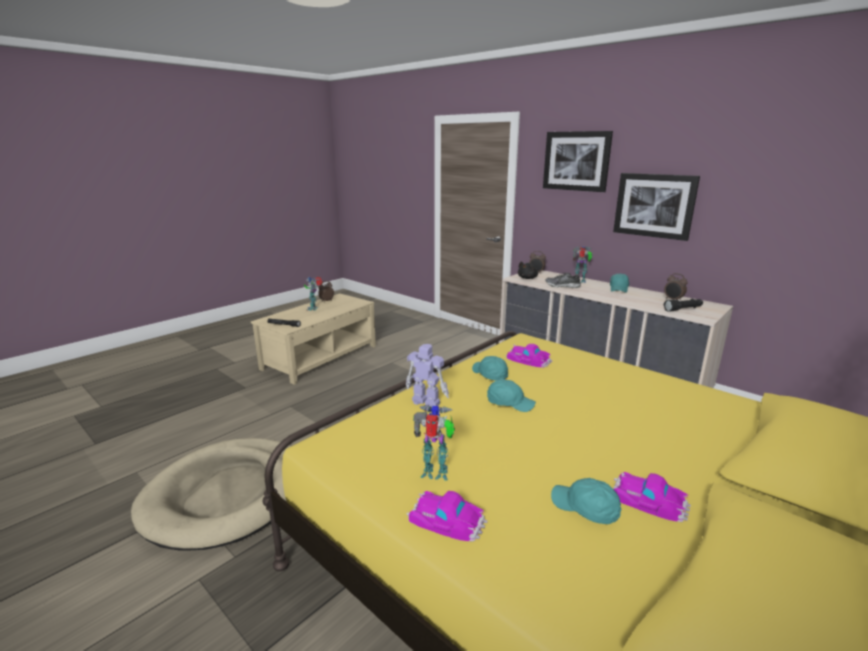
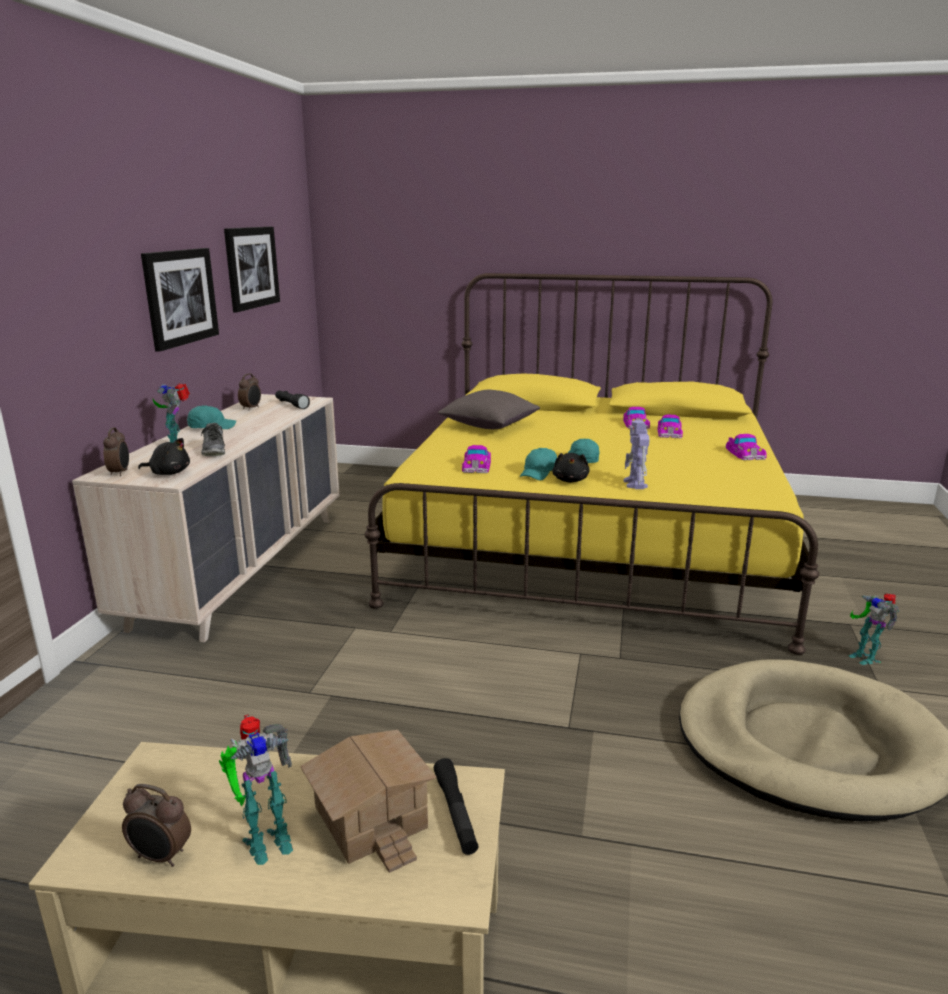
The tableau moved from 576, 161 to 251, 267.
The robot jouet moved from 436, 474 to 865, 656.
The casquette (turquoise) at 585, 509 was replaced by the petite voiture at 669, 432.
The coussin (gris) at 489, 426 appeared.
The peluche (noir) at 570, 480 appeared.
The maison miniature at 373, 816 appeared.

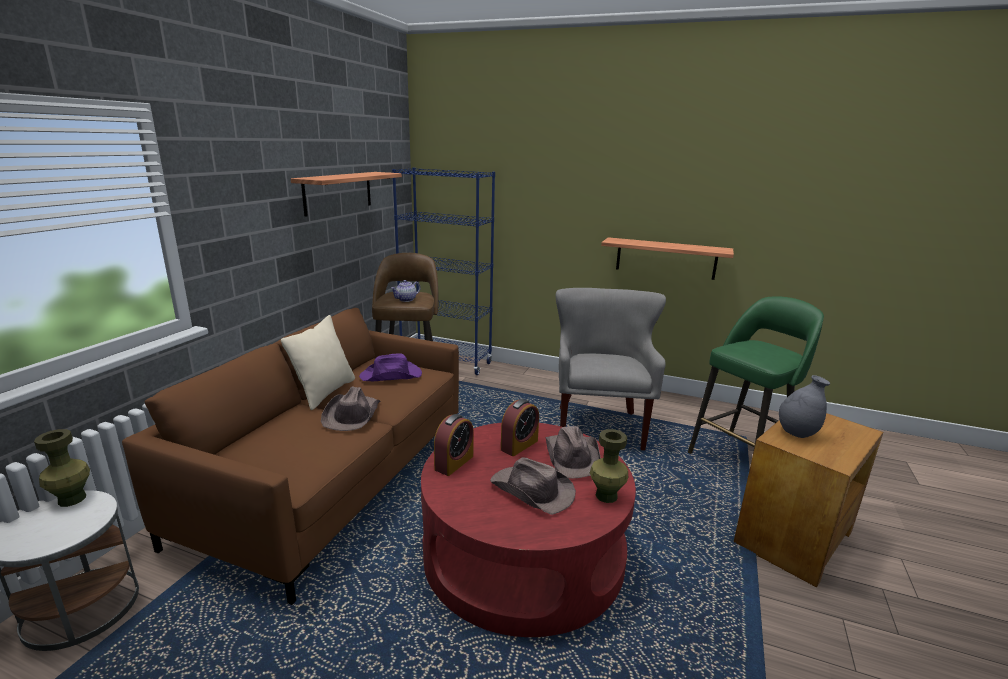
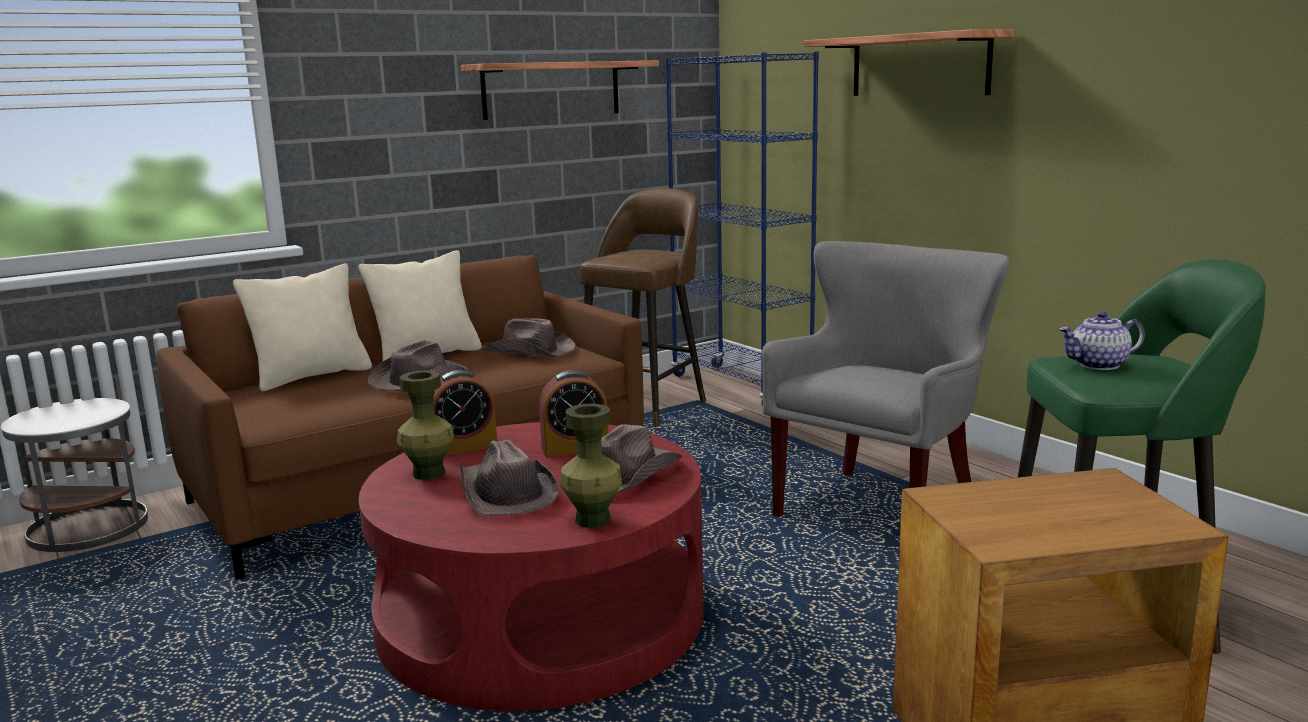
The étagère moved from 665, 258 to 919, 65.
The théière moved from 406, 299 to 1098, 365.
The chapeau (violet) at 391, 376 became the chapeau (marron) at 530, 351.
The vase (gris) at 797, 433 disappeared.
The vase (vert) moved from 72, 499 to 429, 473.
The coussin (beige) at 312, 376 appeared.

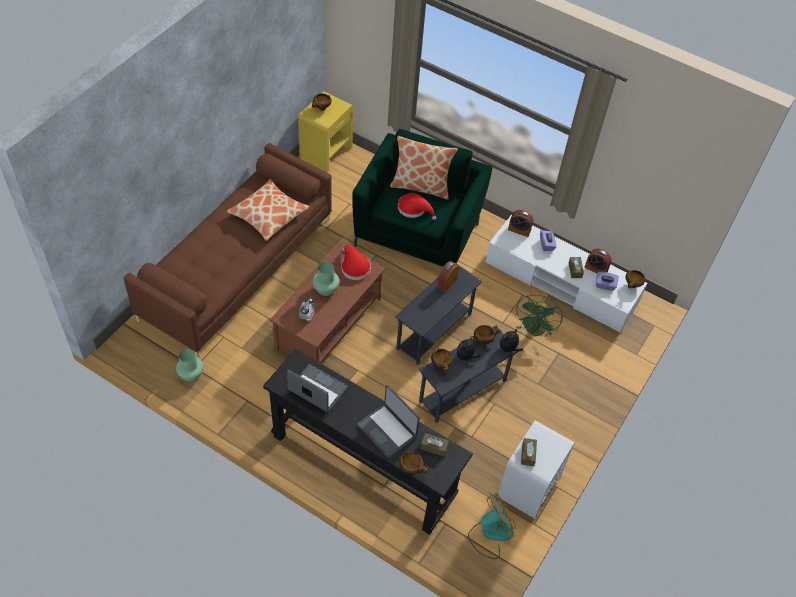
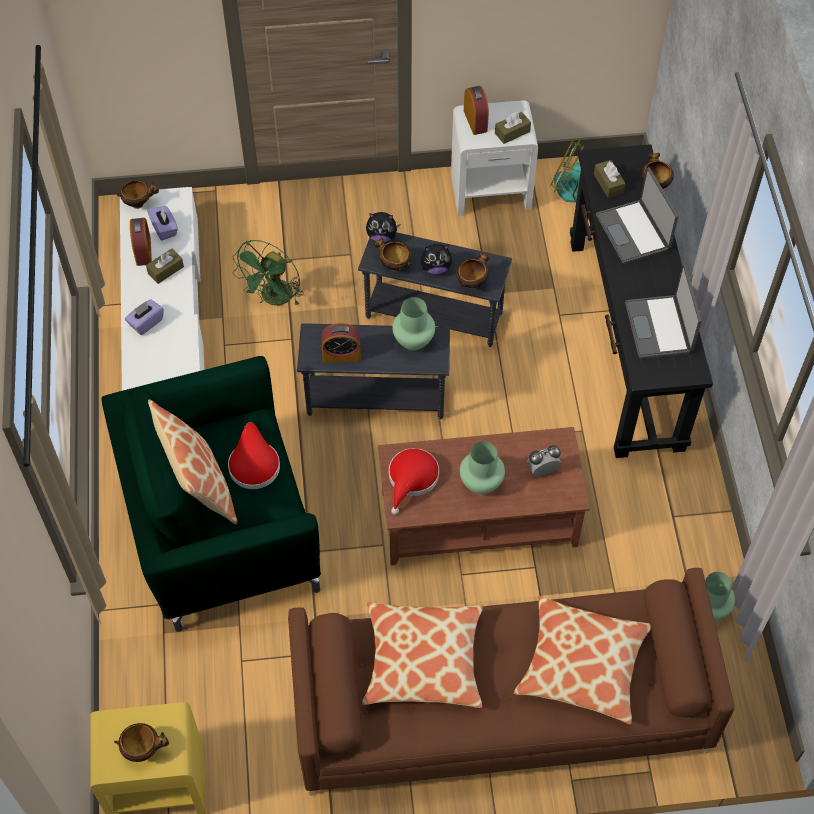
The réveil moved from 519, 230 to 475, 121.
The ventilateur (vert) at 535, 332 turned 135 degrees clockwise.
The ordinateur portable at 388, 430 turned 150 degrees clockwise.
The vase (vert) at 414, 340 appeared.
The coussin at 582, 665 appeared.

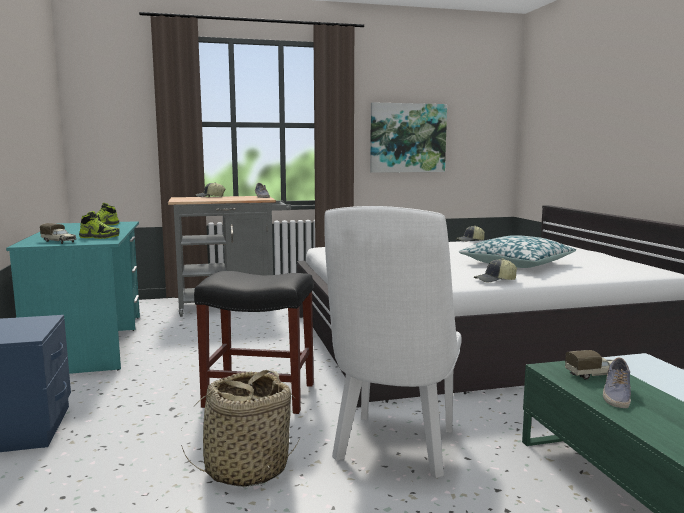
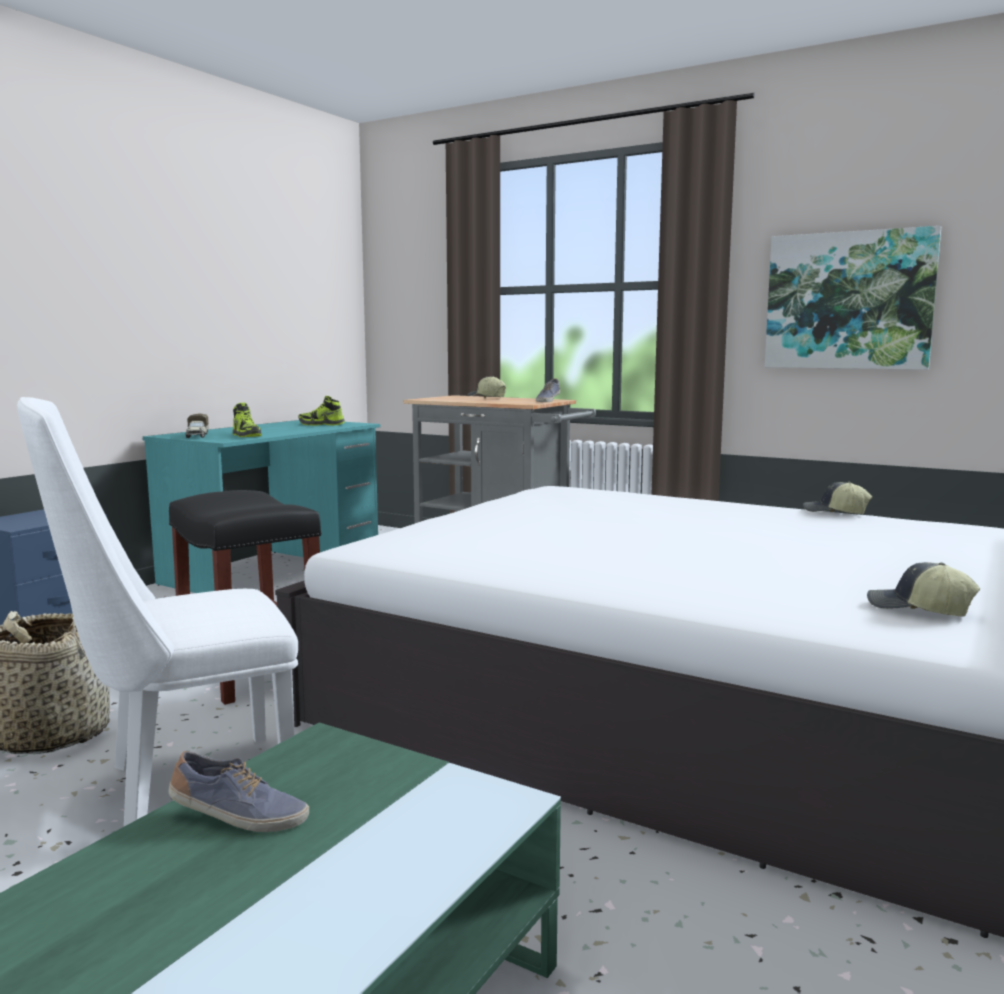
The coussin at 516, 264 disappeared.
The casquette moved from 495, 281 to 918, 610.
The camion jouet at 595, 375 disappeared.
The chaussure at 616, 395 turned 150 degrees counterclockwise.

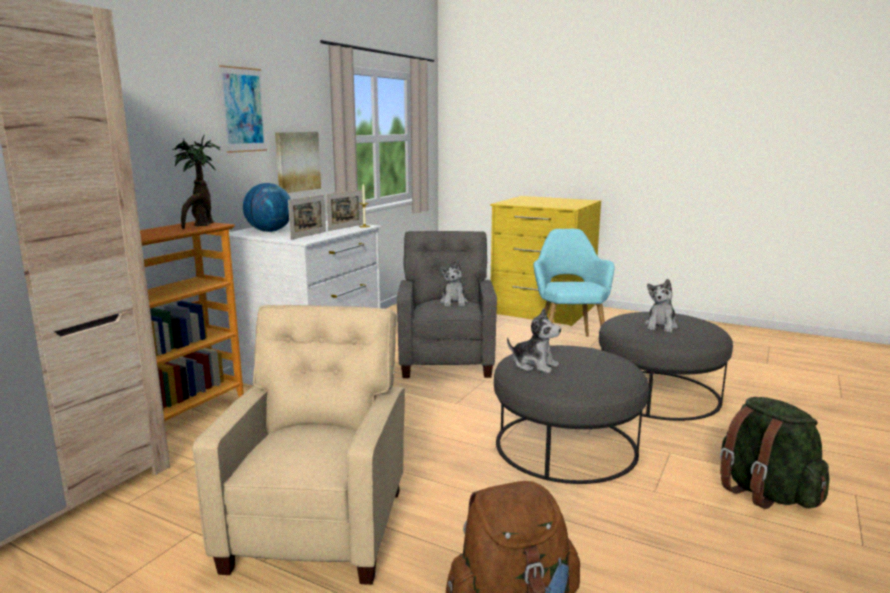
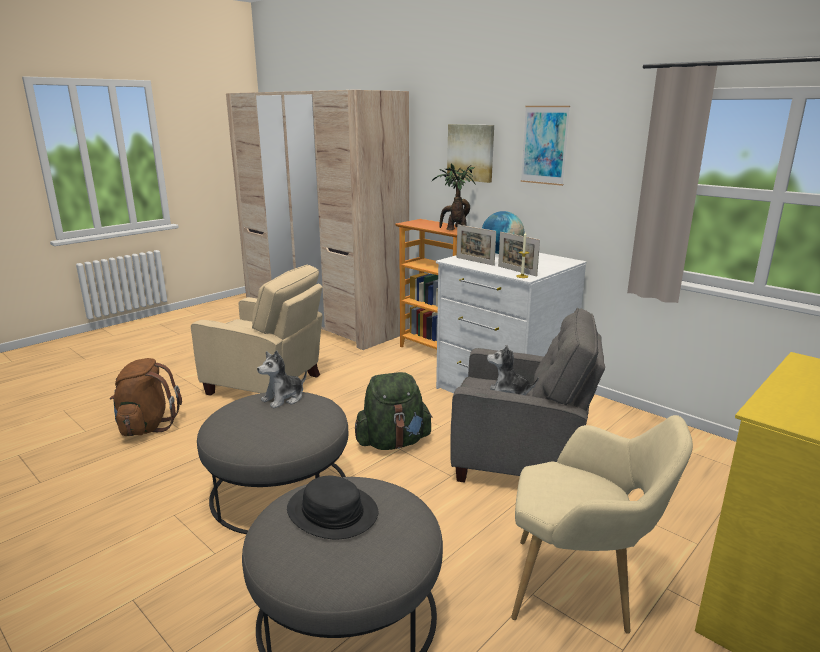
The tableau moved from 297, 161 to 471, 152.
The fauteuil (turquoise) at 568, 344 became the fauteuil (beige) at 580, 589.
The peluche at 661, 326 was replaced by the chapeau (noir) at 332, 512.
The sac à dos (vert) moved from 765, 493 to 393, 442.

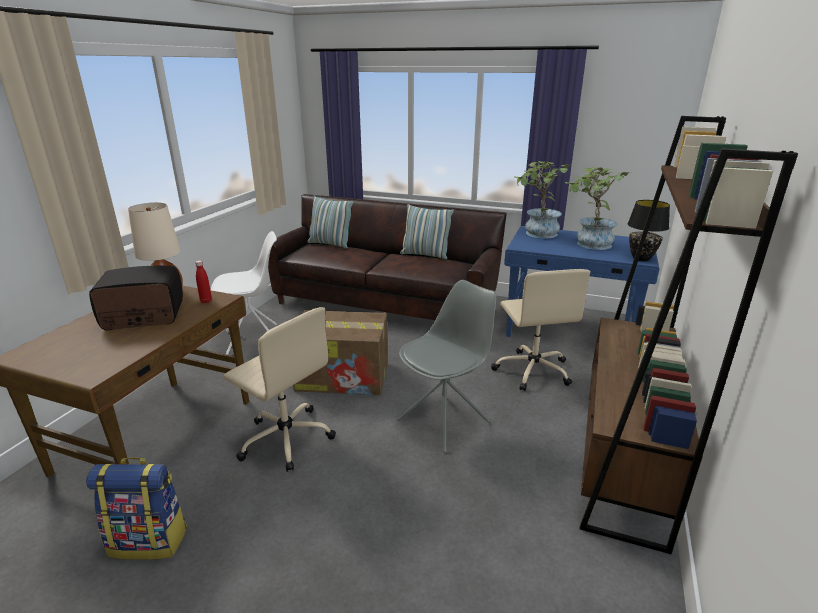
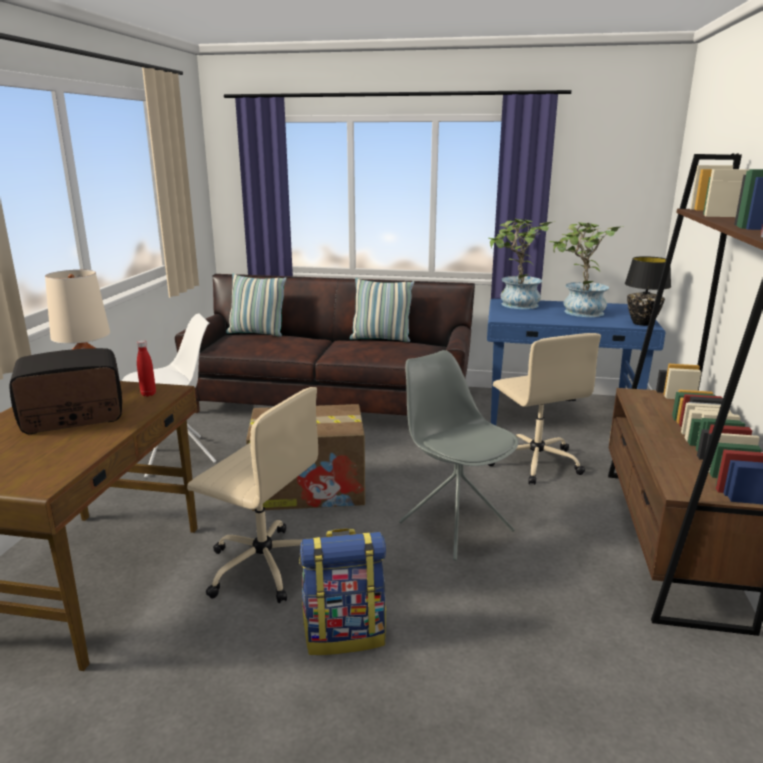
The chaise (gris) at 445, 421 turned 75 degrees counterclockwise.
The sac à dos moved from 150, 540 to 345, 634.

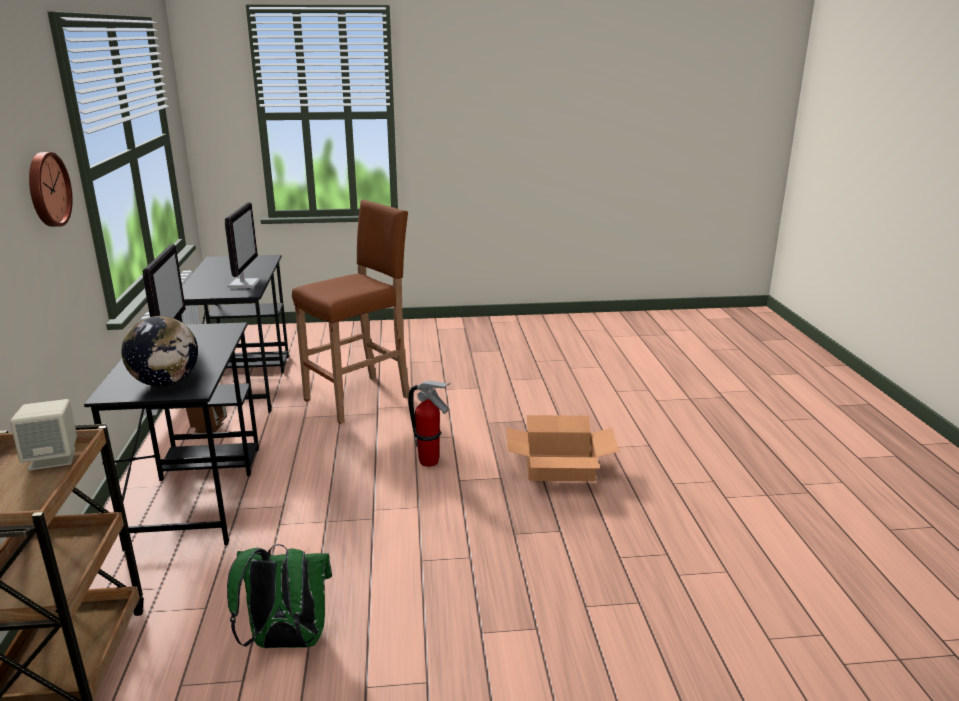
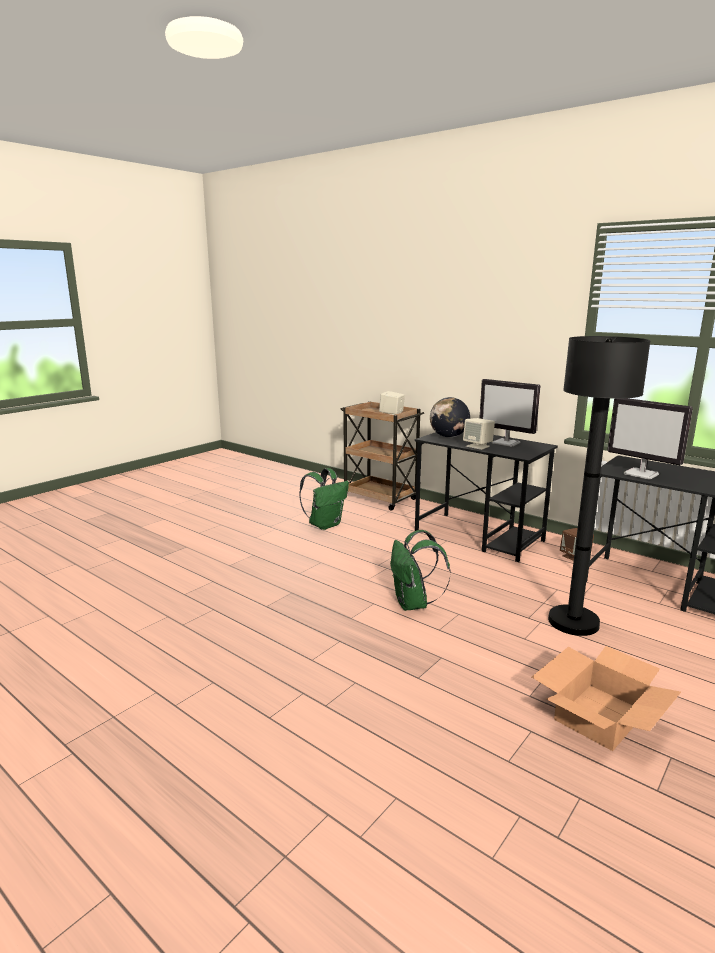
The horloge murale at 46, 189 disappeared.
The tabouret (marron) at 359, 398 was replaced by the lampadaire (noir) at 573, 622.
The extincteur at 429, 462 was replaced by the sac à dos (vert) at 413, 604.
The carton moved from 560, 467 to 599, 716.
The enceinte (beige) at 478, 446 appeared.

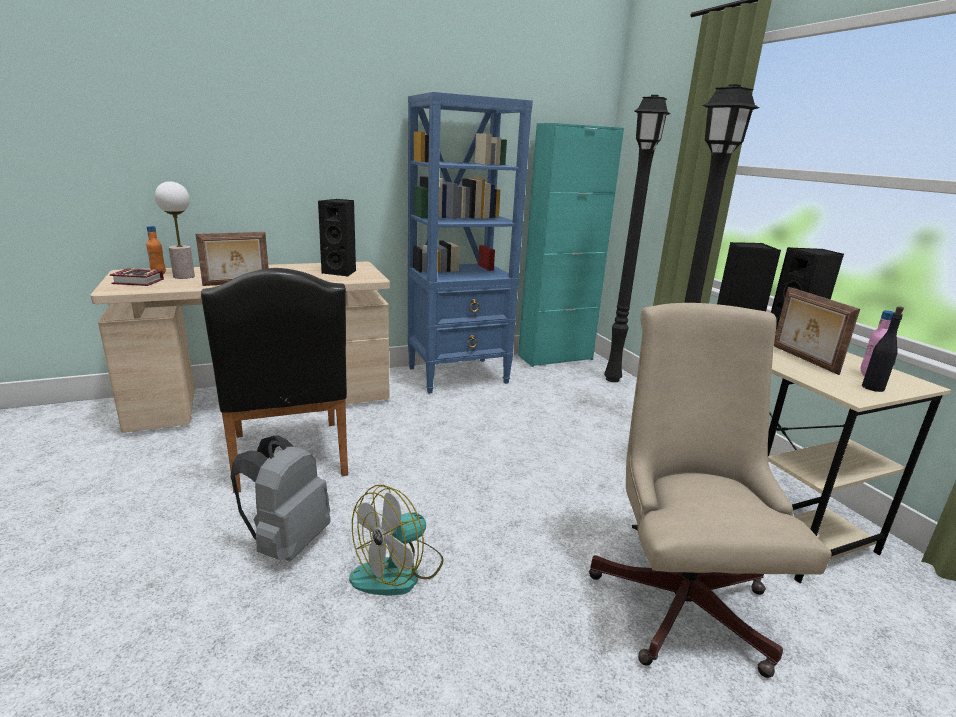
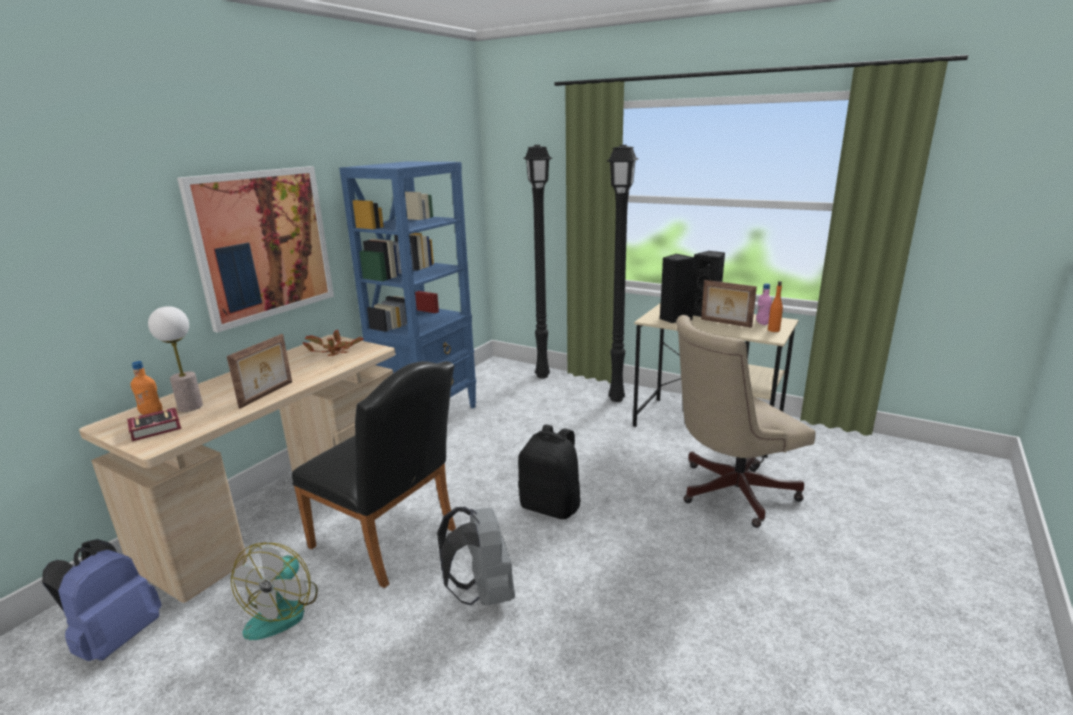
The meuble de rangement (turquoise) at 555, 357 disappeared.
The enceinte (noir) at 341, 272 was replaced by the plante en pot at 335, 352.
The chaise de bureau (beige) at 680, 595 turned 75 degrees counterclockwise.
The bouteille (noir) at 873, 388 became the bouteille (orange) at 773, 330.
The ventilateur moved from 399, 571 to 283, 610.
The tableau at 263, 244 appeared.
The sac à dos (noir) at 551, 506 appeared.
The sac à dos (bleu) at 116, 638 appeared.

